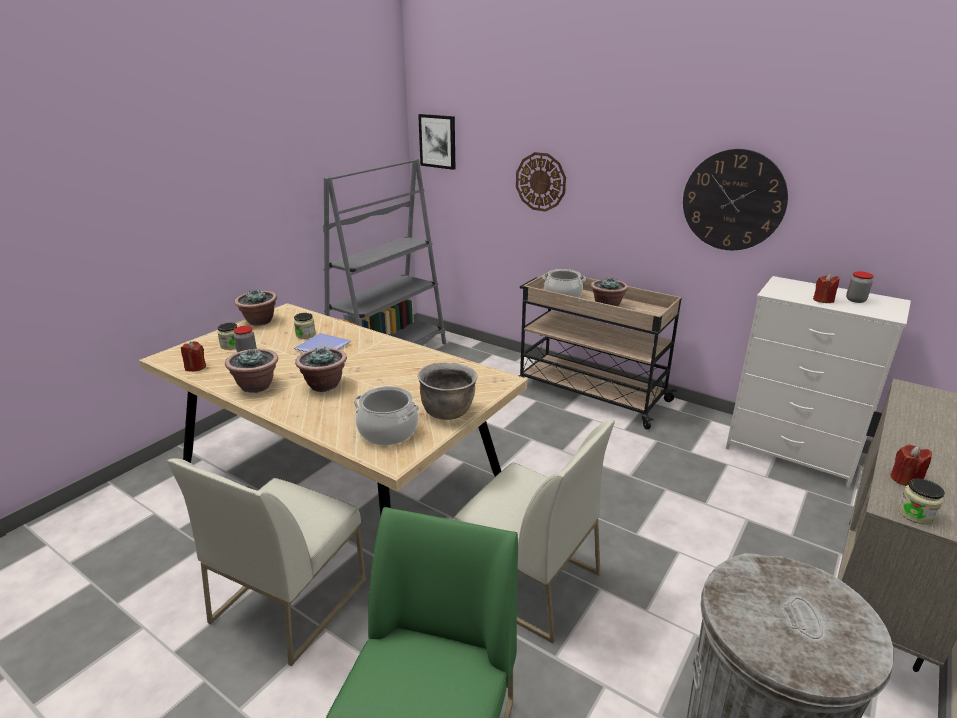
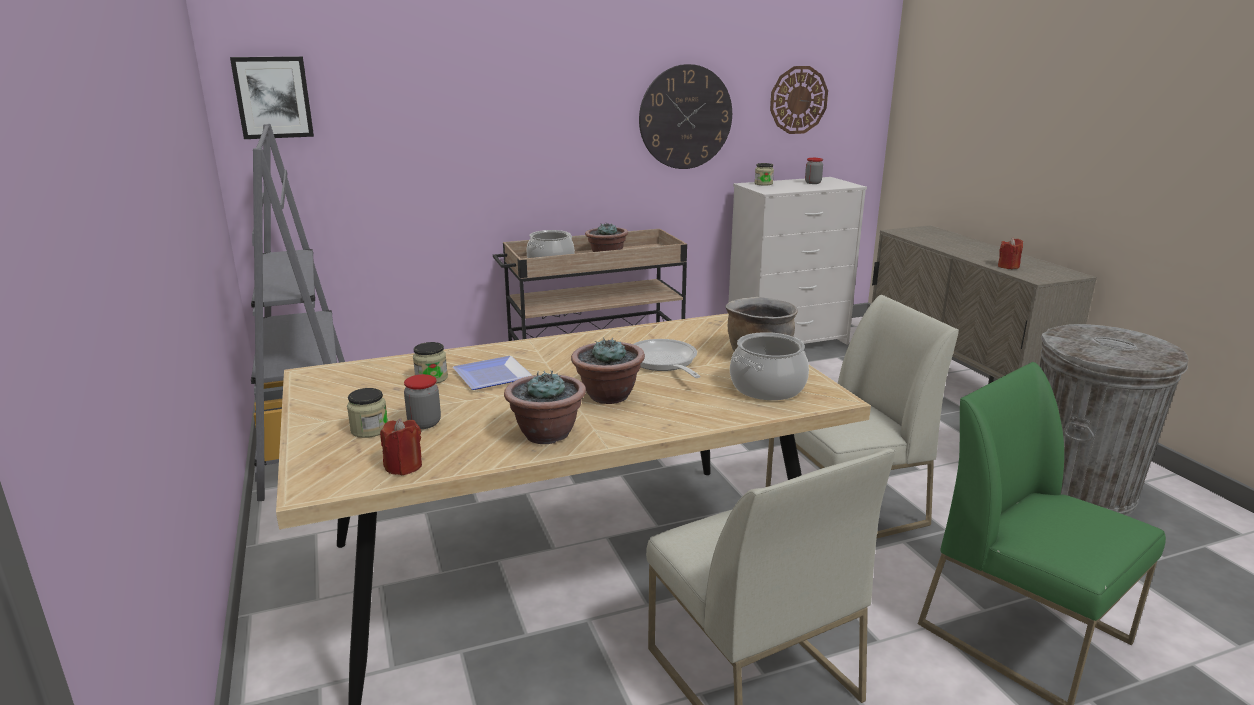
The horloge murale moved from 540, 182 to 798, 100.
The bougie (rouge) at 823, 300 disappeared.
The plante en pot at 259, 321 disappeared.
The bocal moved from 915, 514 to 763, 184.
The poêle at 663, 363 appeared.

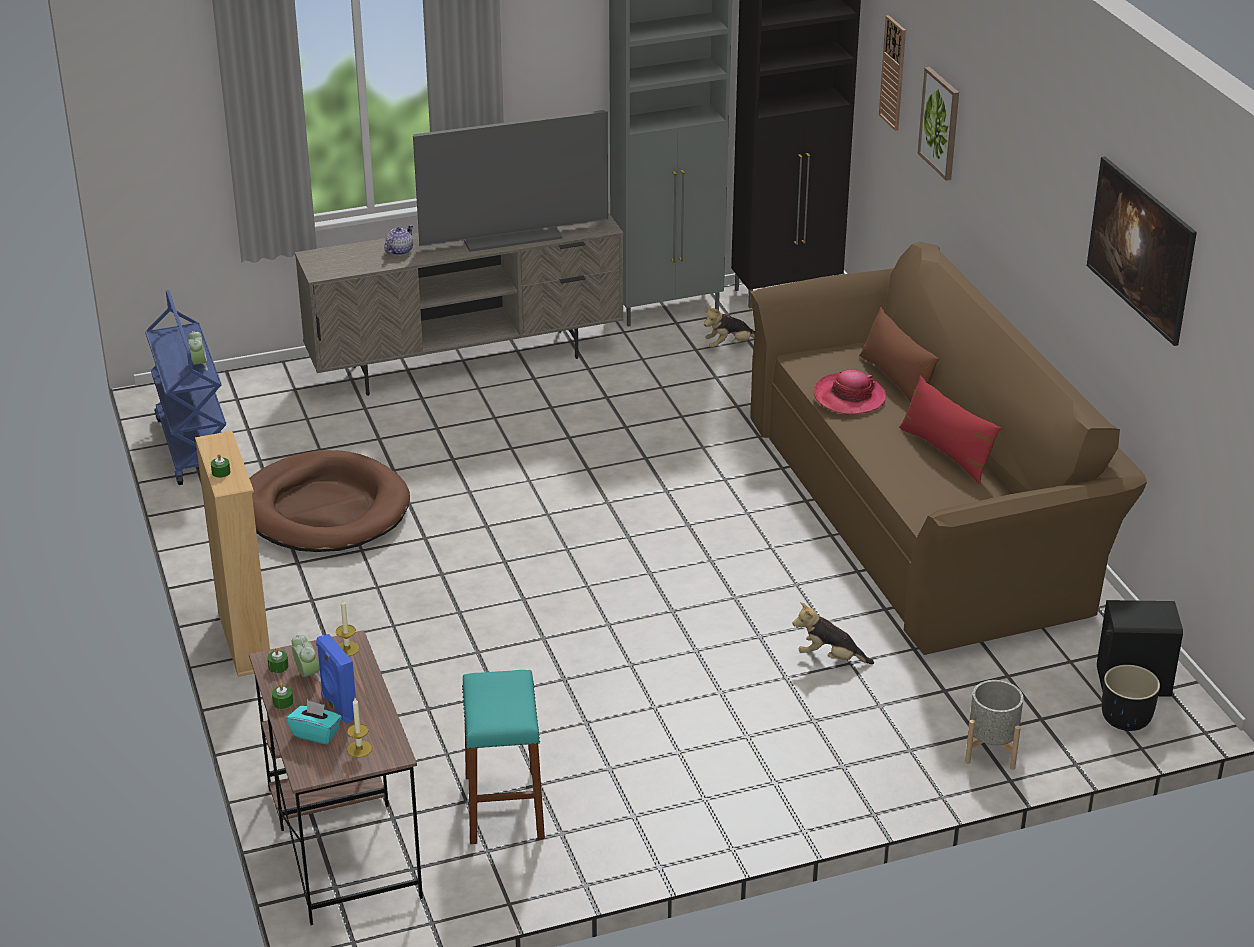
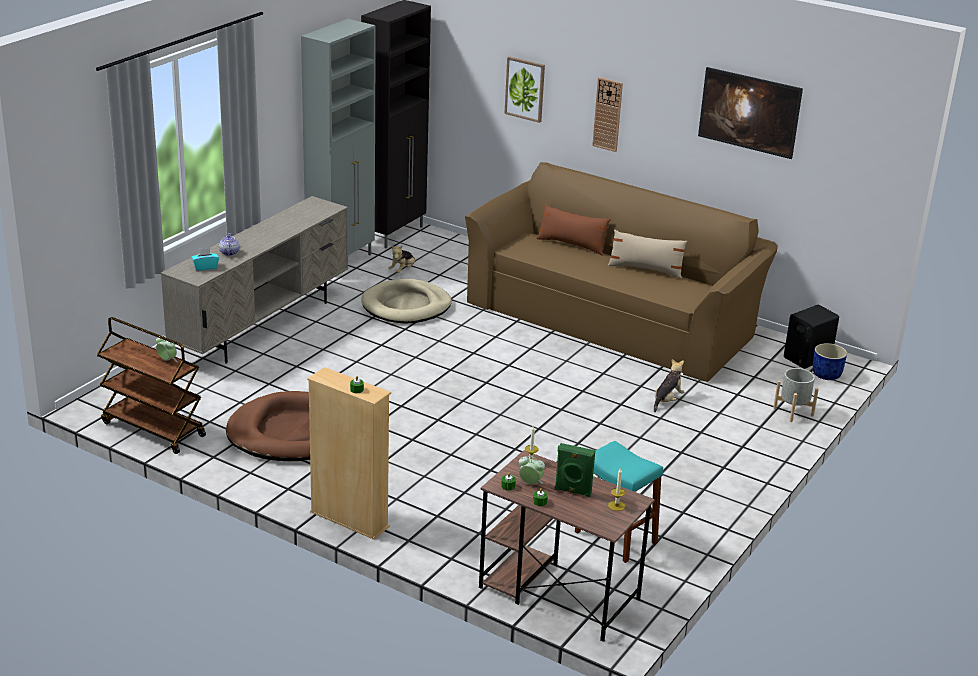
The horloge murale moved from 893, 73 to 607, 114.
The téléviseur at 511, 234 disappeared.
The chariot (bleu) at 193, 446 became the chariot (marron) at 152, 429.
The chapeau at 849, 397 disappeared.
The coussin (rouge) at 946, 452 became the coussin (beige) at 645, 269.
The peluche at 830, 657 turned 150 degrees clockwise.
The enceinte (bleu) at 338, 707 became the enceinte (vert) at 572, 491.
The cache-pot (noir) at 1126, 719 became the cache-pot (bleu) at 827, 375.
The boîte à mouchoirs (turquoise) moved from 316, 733 to 205, 267.
The panier pour chien (beige) at 406, 306 appeared.

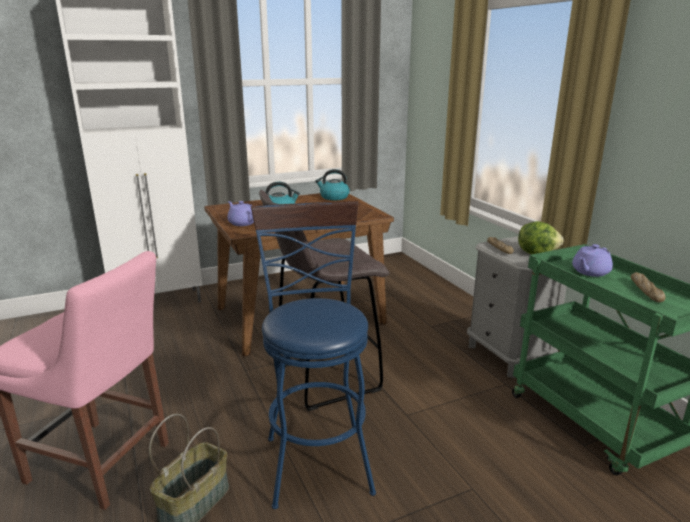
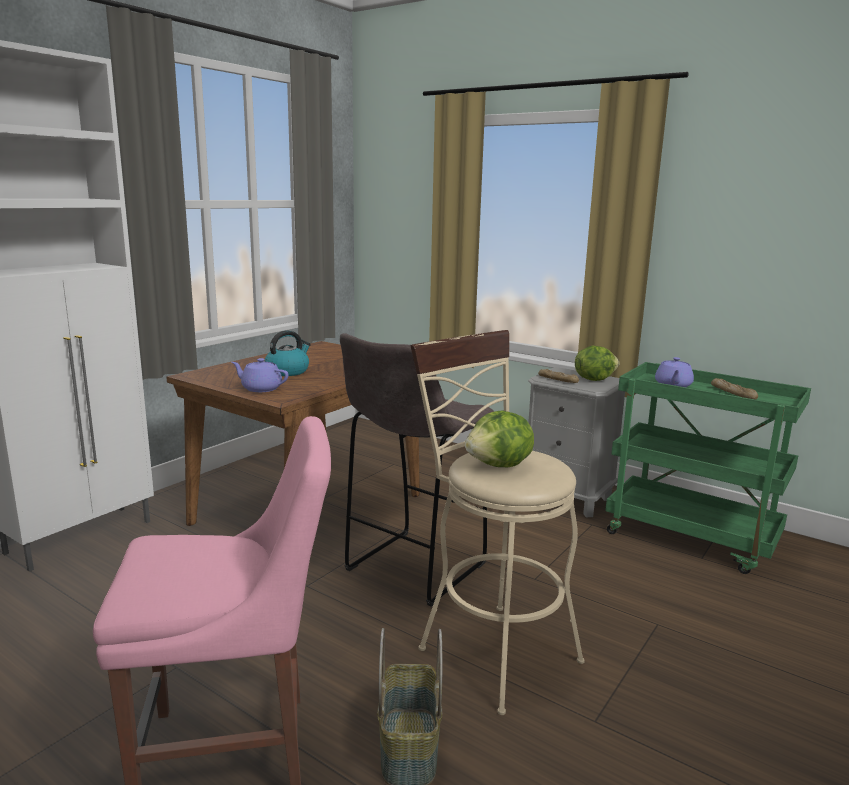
The bouilloire at 334, 197 disappeared.
The tabouret (bleu) at 316, 456 became the tabouret (beige) at 490, 648.
The laitue at 500, 466 appeared.

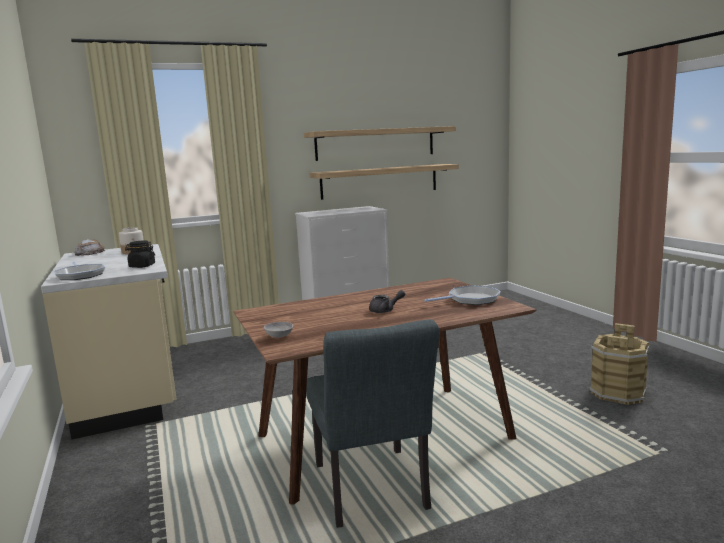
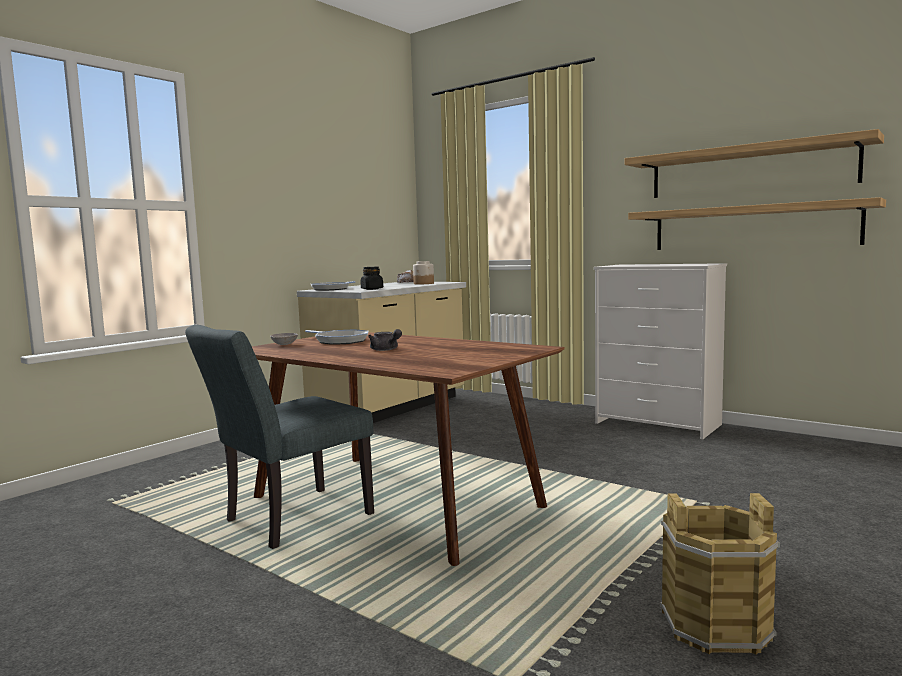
The poêle moved from 471, 300 to 340, 341.

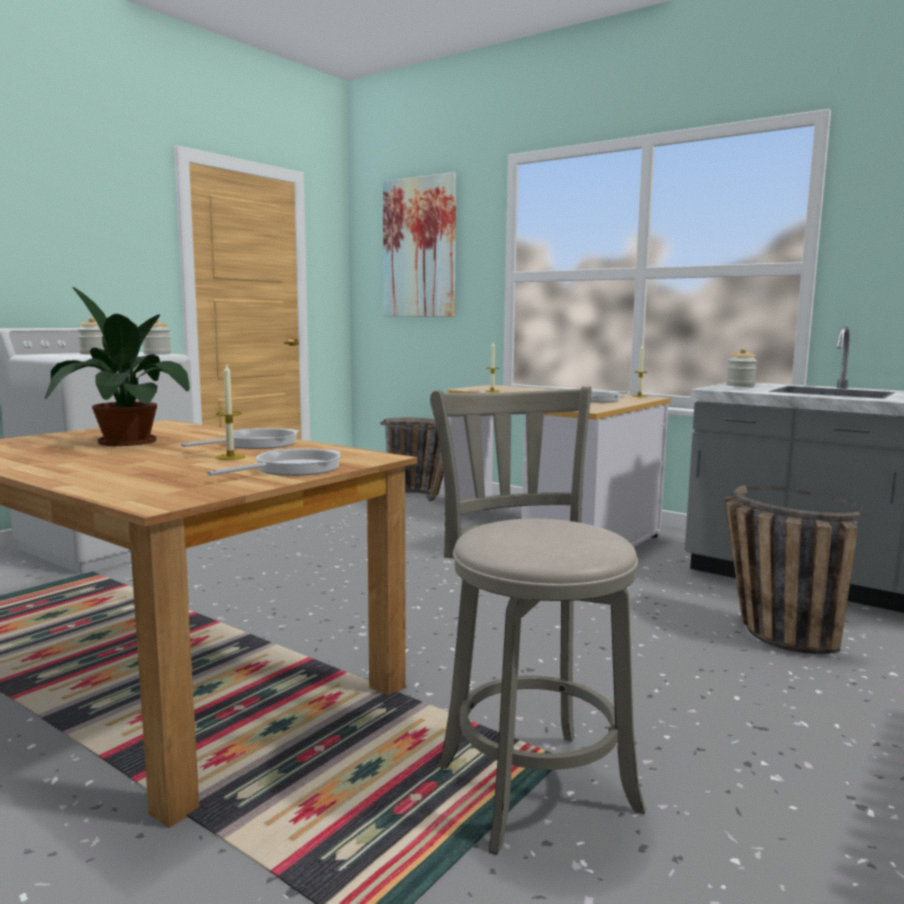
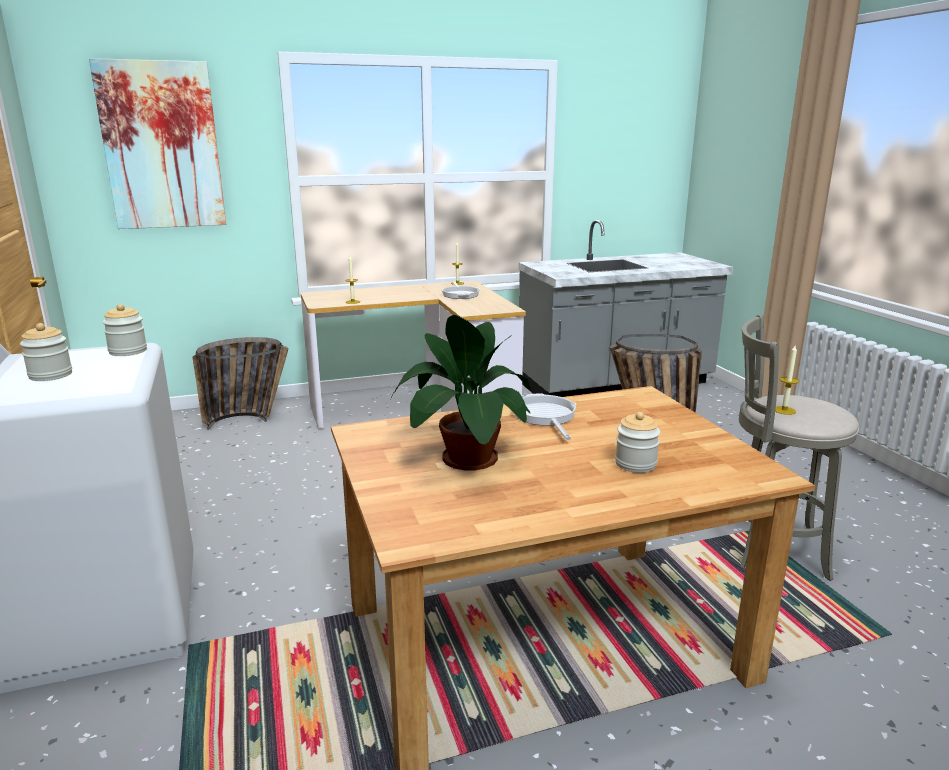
The bocal moved from 740, 385 to 635, 464.
The bougie moved from 230, 457 to 784, 410.
The poêle at 292, 469 disappeared.

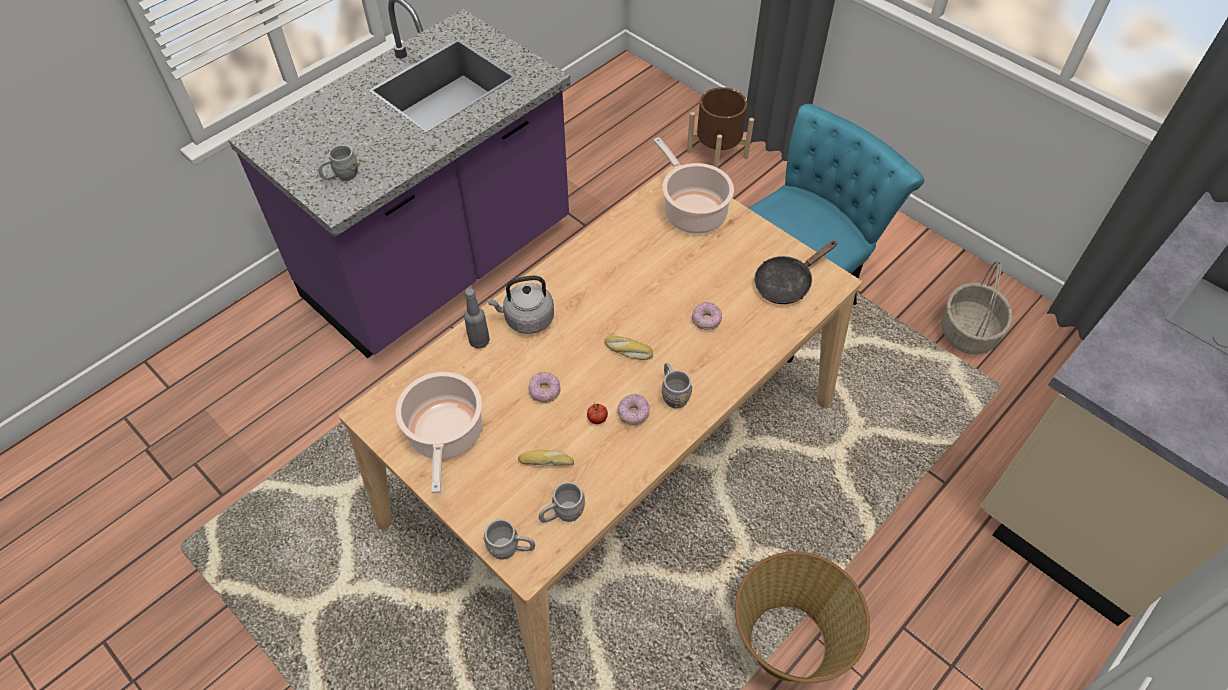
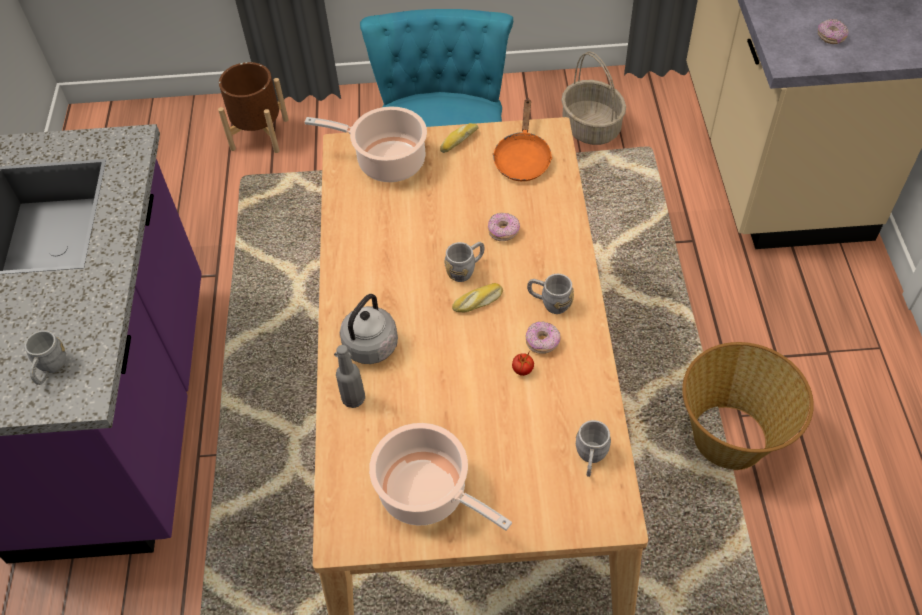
The poêle (noir) at 786, 283 became the poêle (orange) at 522, 159.
The beignet moved from 544, 392 to 830, 37.
The pain moved from 546, 461 to 458, 141.
The mug (gris) moved from 511, 549 to 466, 269.

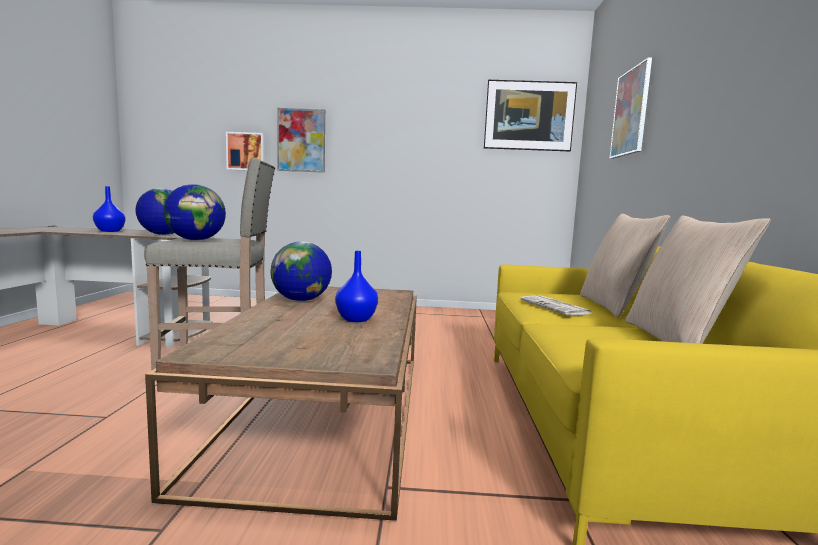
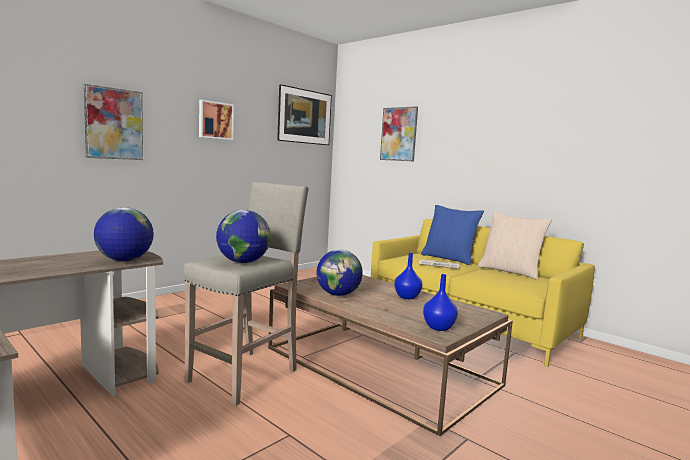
The tableau moved from 246, 151 to 215, 120.
The vase (bleu) moved from 110, 231 to 439, 327.
The coussin (beige) at 613, 306 became the coussin (bleu) at 449, 258.

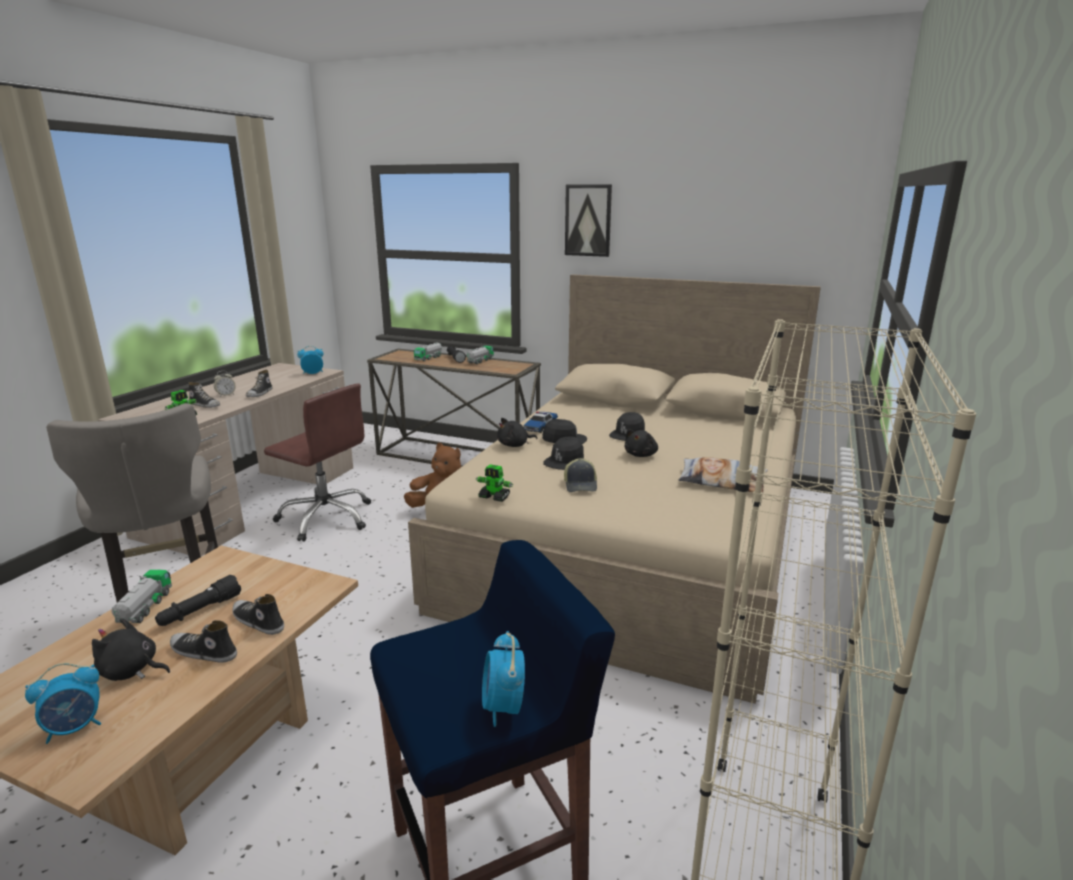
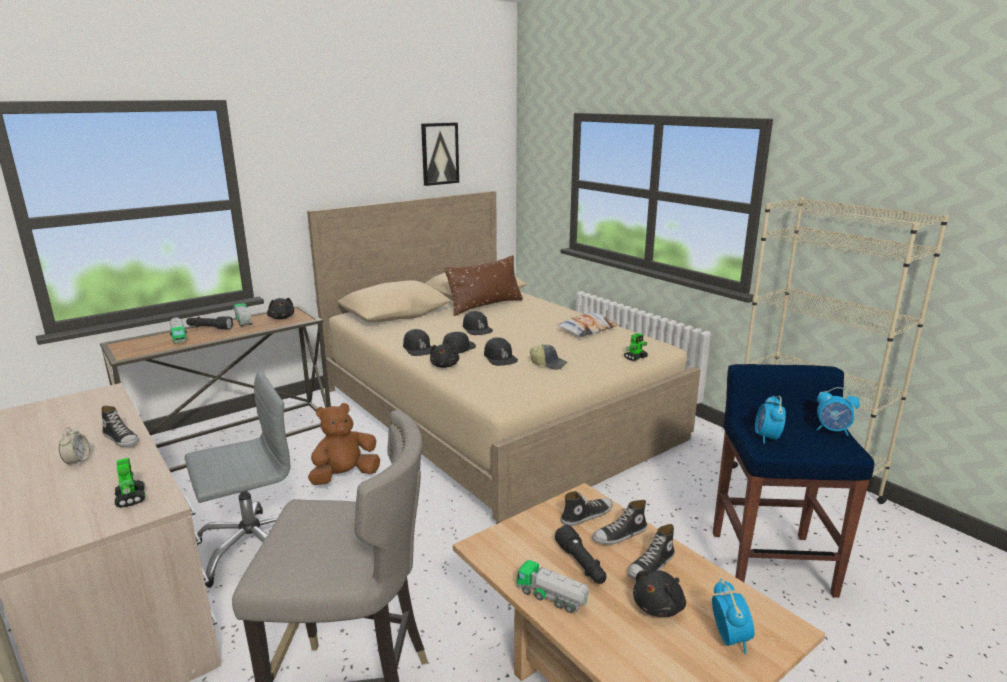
The tableau moved from 588, 220 to 439, 153.
The réveil moved from 312, 373 to 767, 438.
The chaussure moved from 205, 405 to 586, 515.
The chaise de bureau (marron) at 326, 518 became the chaise de bureau (gris) at 253, 547.
The petite voiture at 540, 426 was replaced by the casquette (noir) at 418, 349.
The peluche (noir) moved from 641, 455 to 281, 318.
The robot jouet moved from 494, 497 to 635, 358.
The coussin (marron) at 485, 306 appeared.

